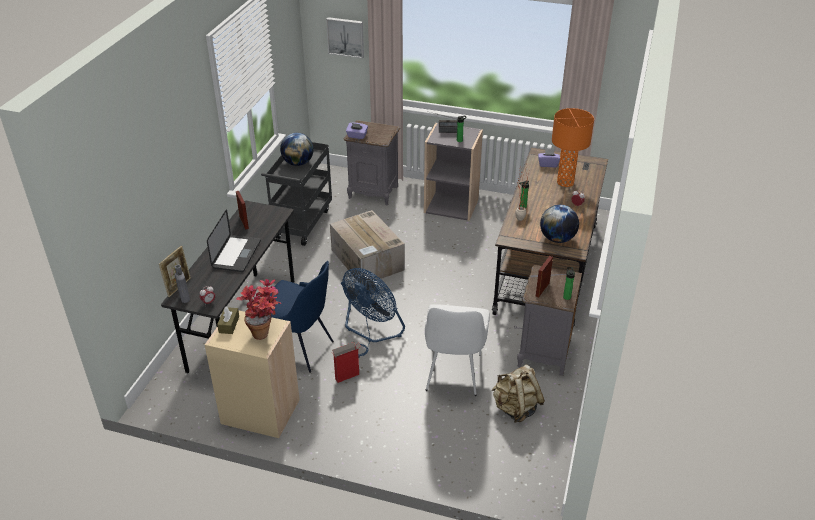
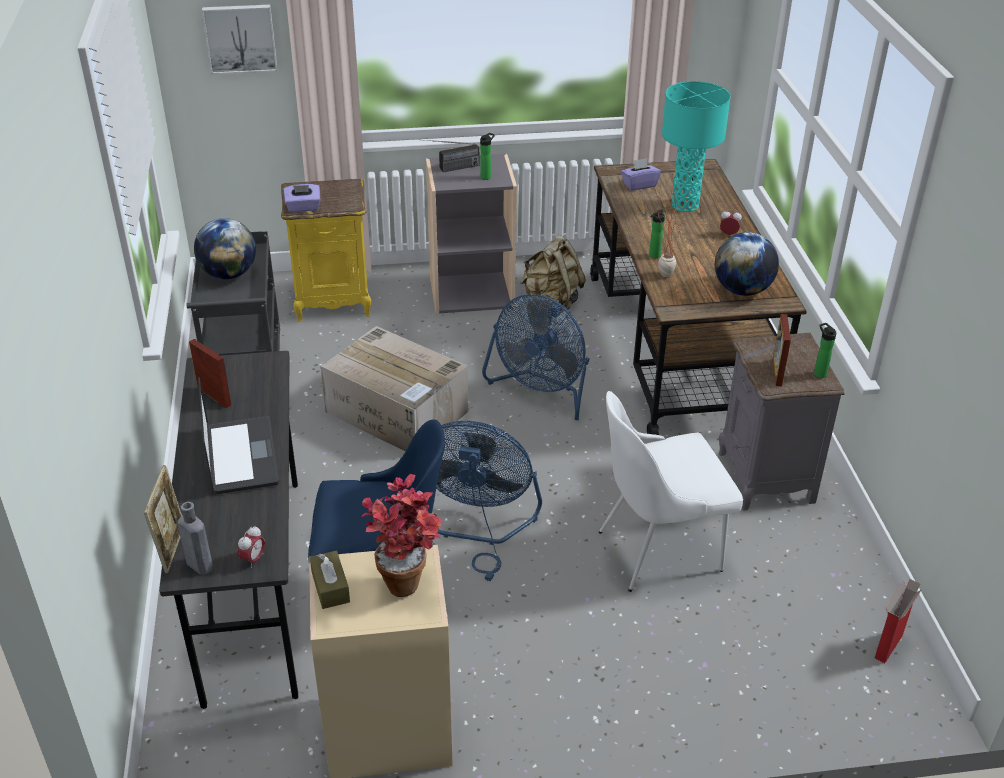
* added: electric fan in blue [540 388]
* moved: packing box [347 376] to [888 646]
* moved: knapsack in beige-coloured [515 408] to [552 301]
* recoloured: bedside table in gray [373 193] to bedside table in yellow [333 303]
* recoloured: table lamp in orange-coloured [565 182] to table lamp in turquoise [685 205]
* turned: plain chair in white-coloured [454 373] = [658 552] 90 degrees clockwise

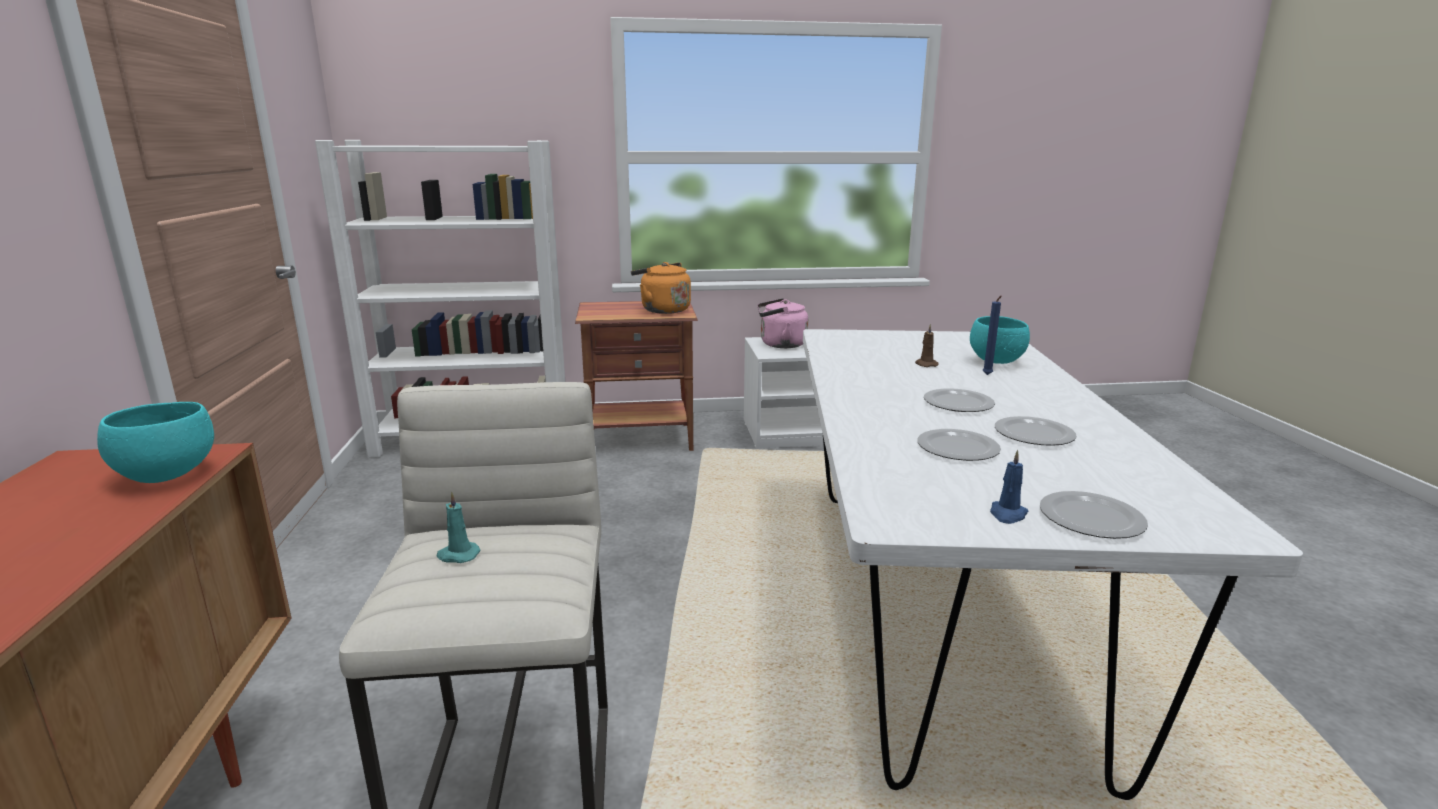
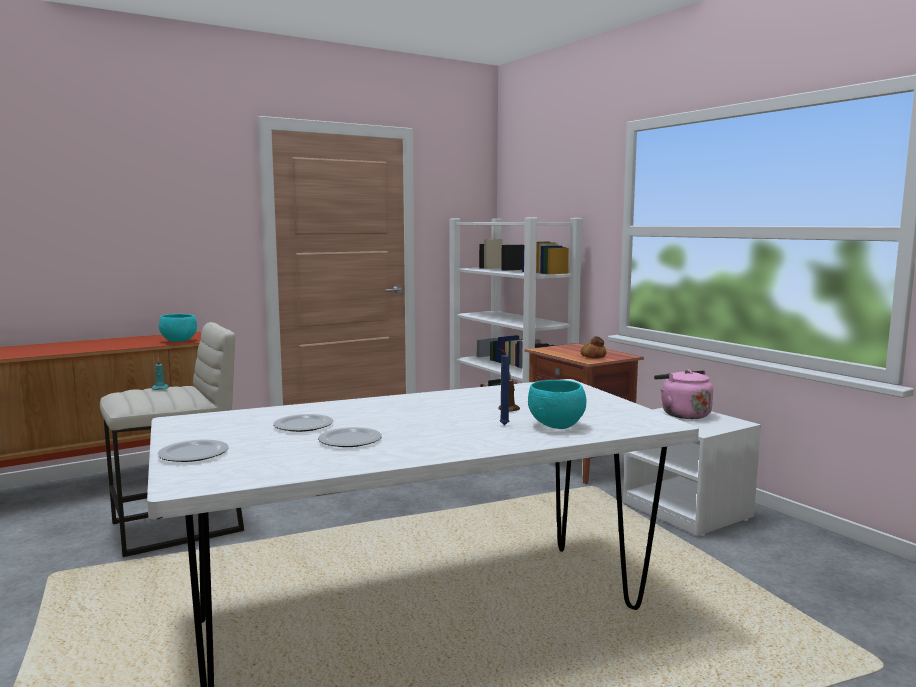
* removed: flat dish [957 403]
* removed: candle in blue [1007 514]
* replaced: water kettle in orange-coloured [662 310] to bread [593 356]

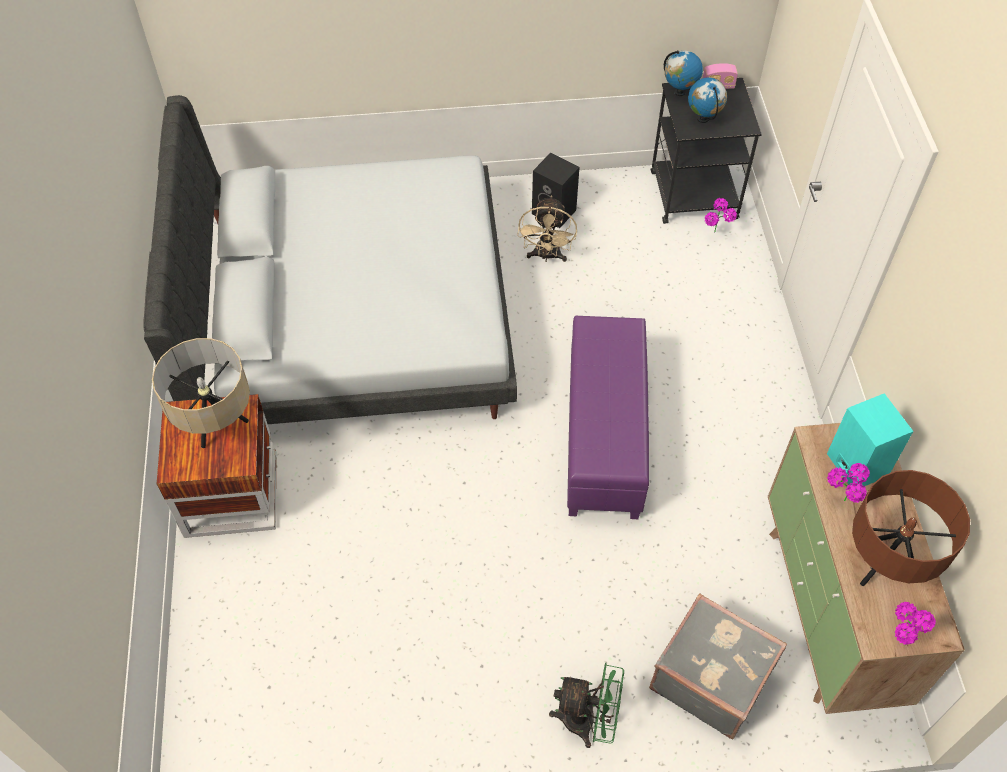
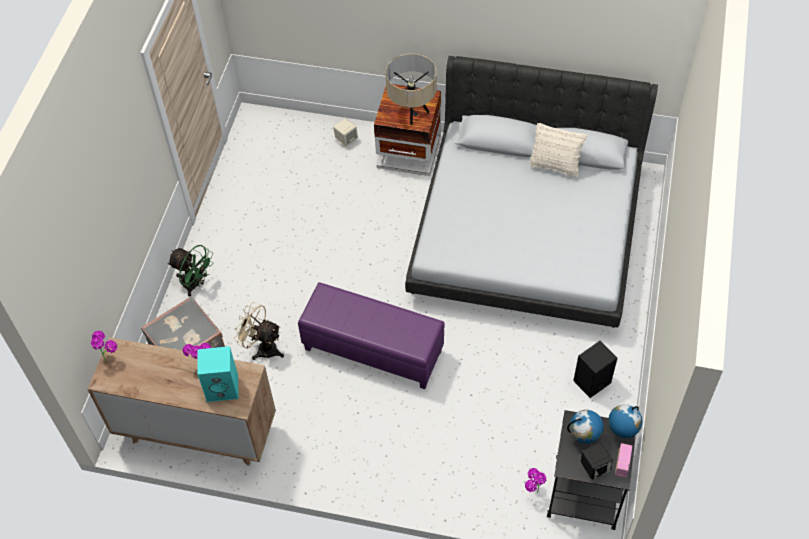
* removed: table lamp in brown-coloured [884 567]
* added: speaker in beige-coloured [346 140]
* added: pillow in beige-coloured [555 166]
* added: speaker in black [594 467]
* moved: electric fan in beige-coloured [546 256] to [262 348]
* turned: electric fan in greenish [588 721] = [195 284] 90 degrees counterclockwise

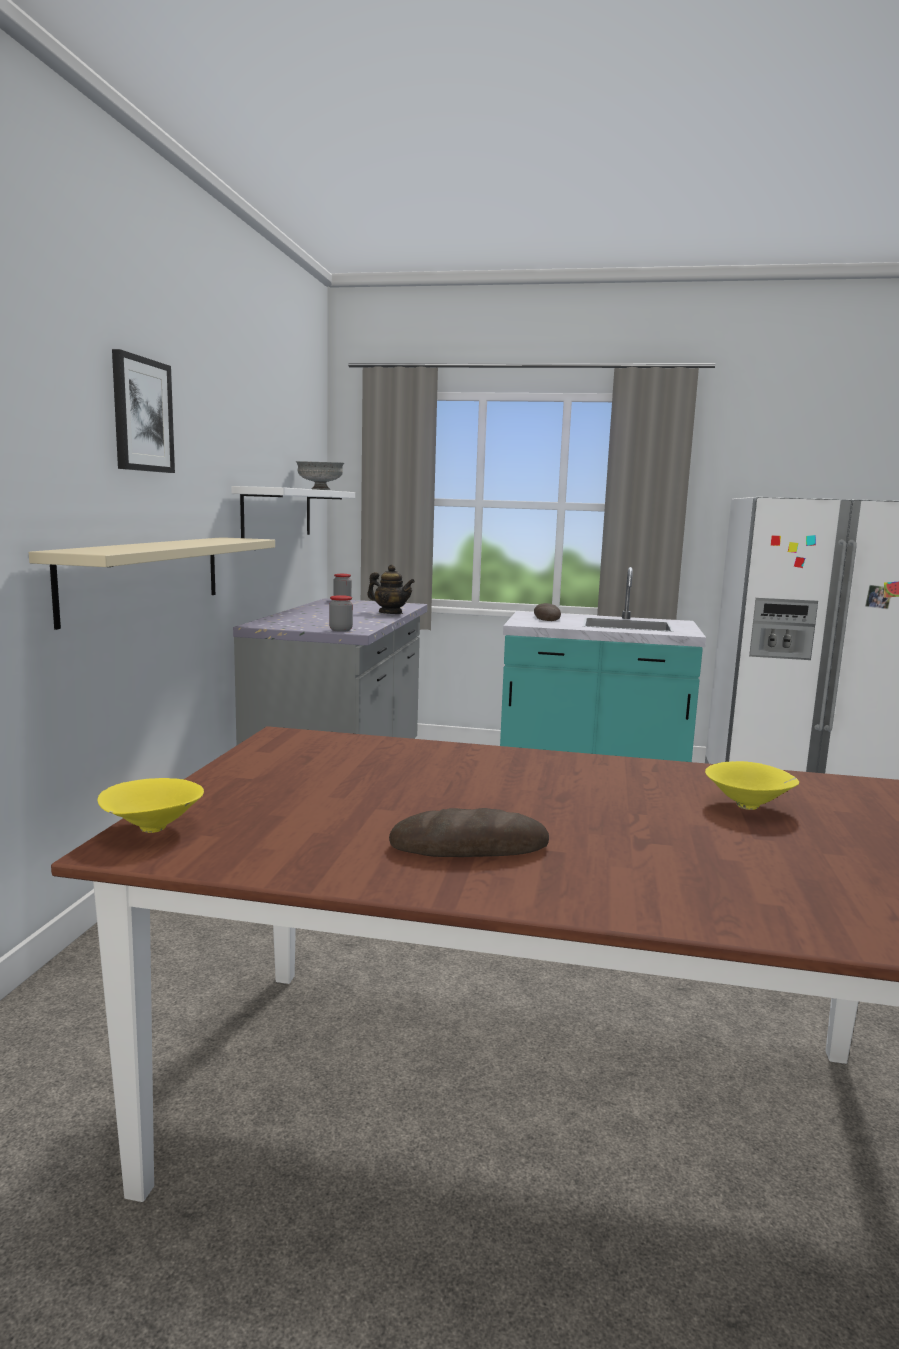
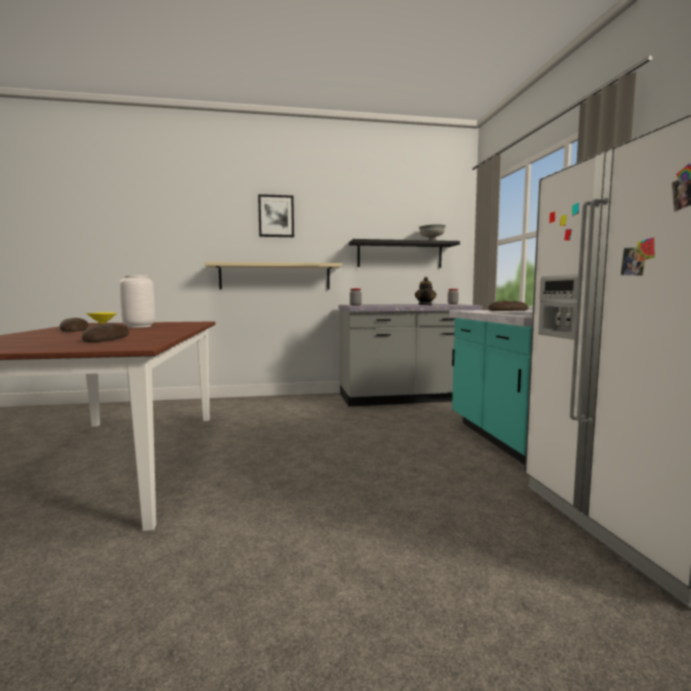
* added: decorative vase in white-coloured [138 326]
* replaced: bowl in yellow [749 806] to bread [107 339]
* recoloured: bracket shelf in white-coloured [277 513] to bracket shelf in black [400 255]

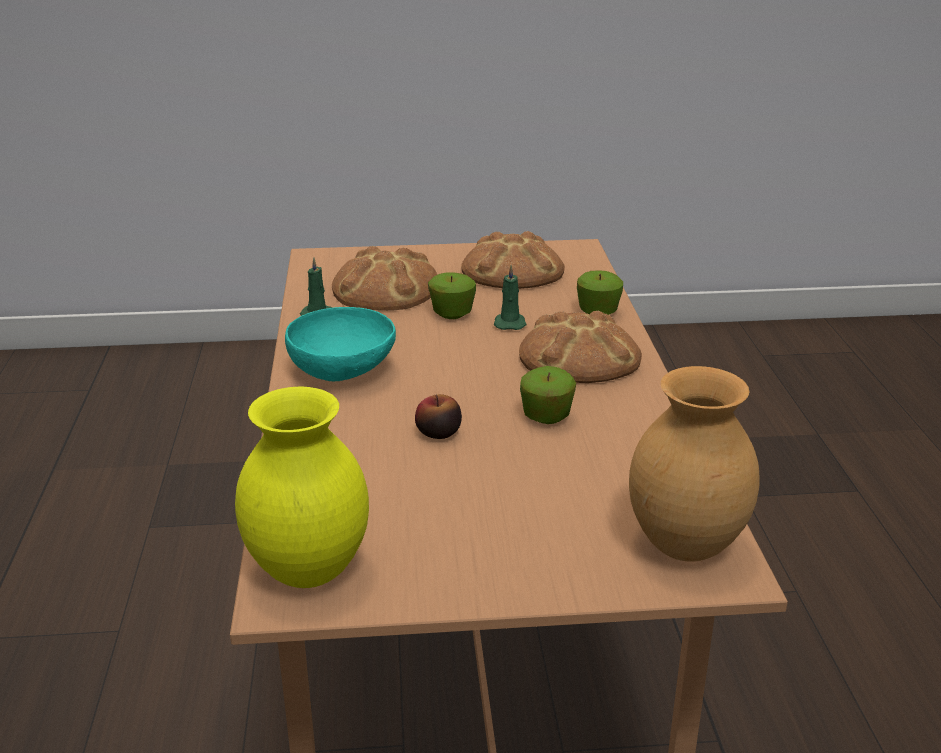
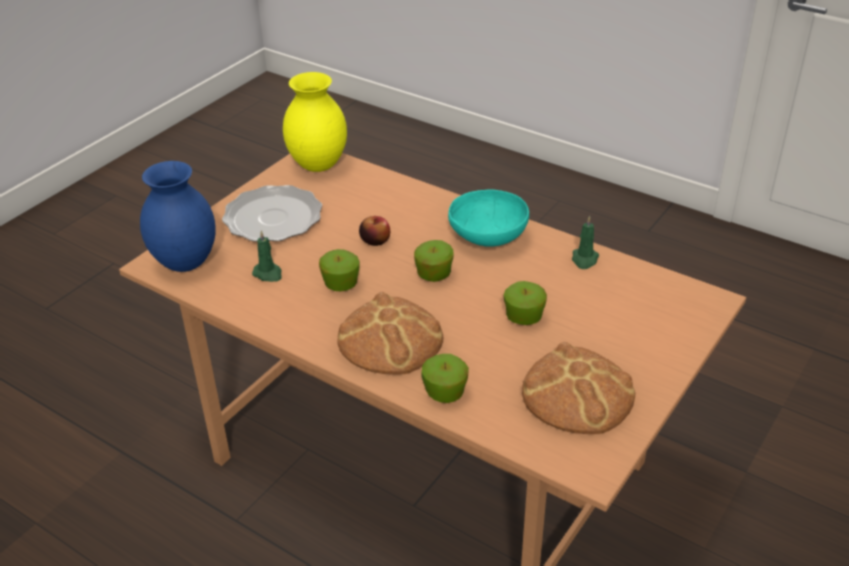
* removed: bread [385 288]
* added: flat dish [272 218]
* added: apple fruit [434 275]
* moved: candle in greenish [509 323] to [268 274]
* recoloured: decorative vase in brown-coloured [687 547] to decorative vase in blue [184 263]

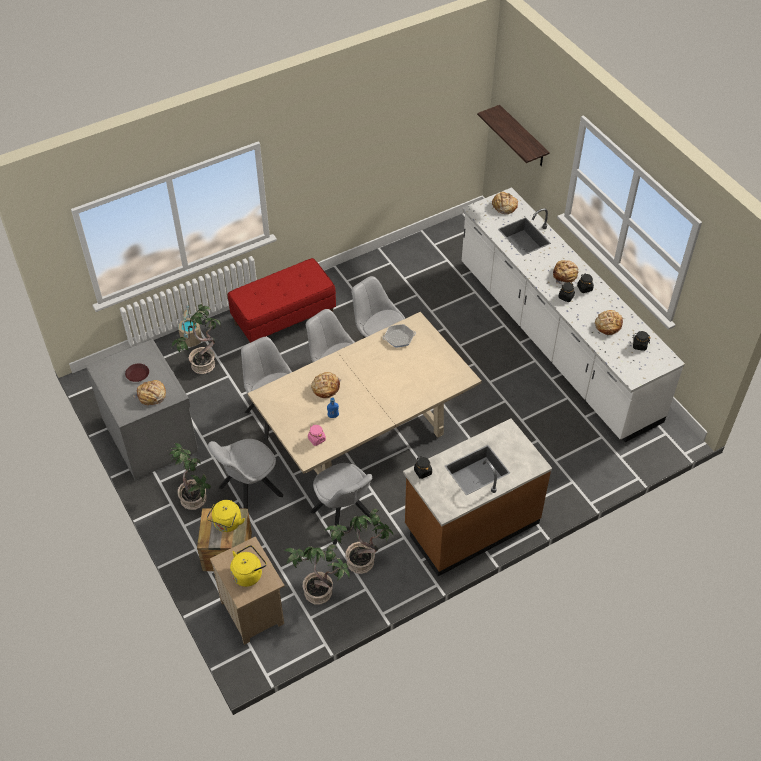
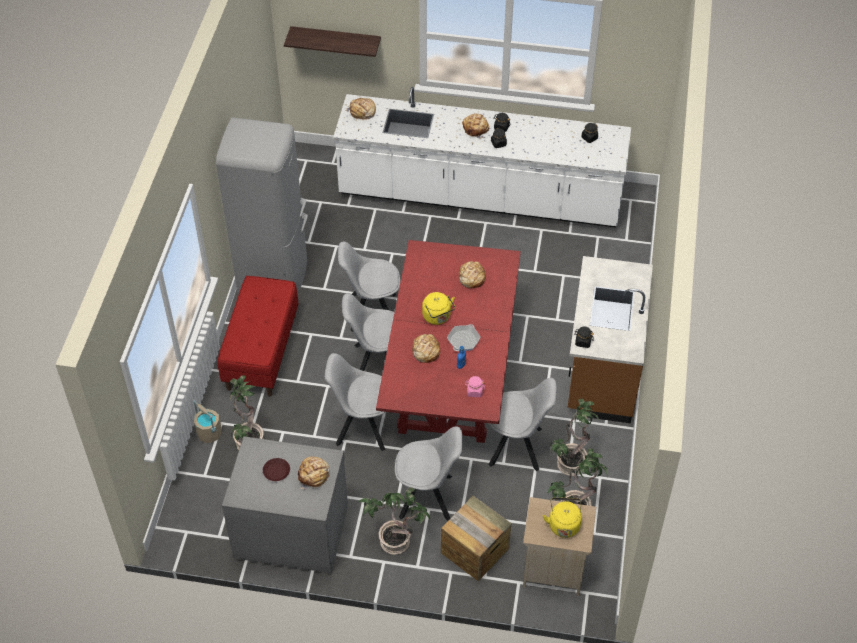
* added: fridge in gray [275 275]
* moved: water kettle in yellow [227 524] to [437 317]
* moved: frying pan [399 338] to [463 340]
* moved: bread [608 325] to [471 278]
* recoloured: dining table in beige-coloured [365 437] to dining table in reddish [450 380]
* turned: plain chair in gray [249 492] = [428 496] 90 degrees counterclockwise

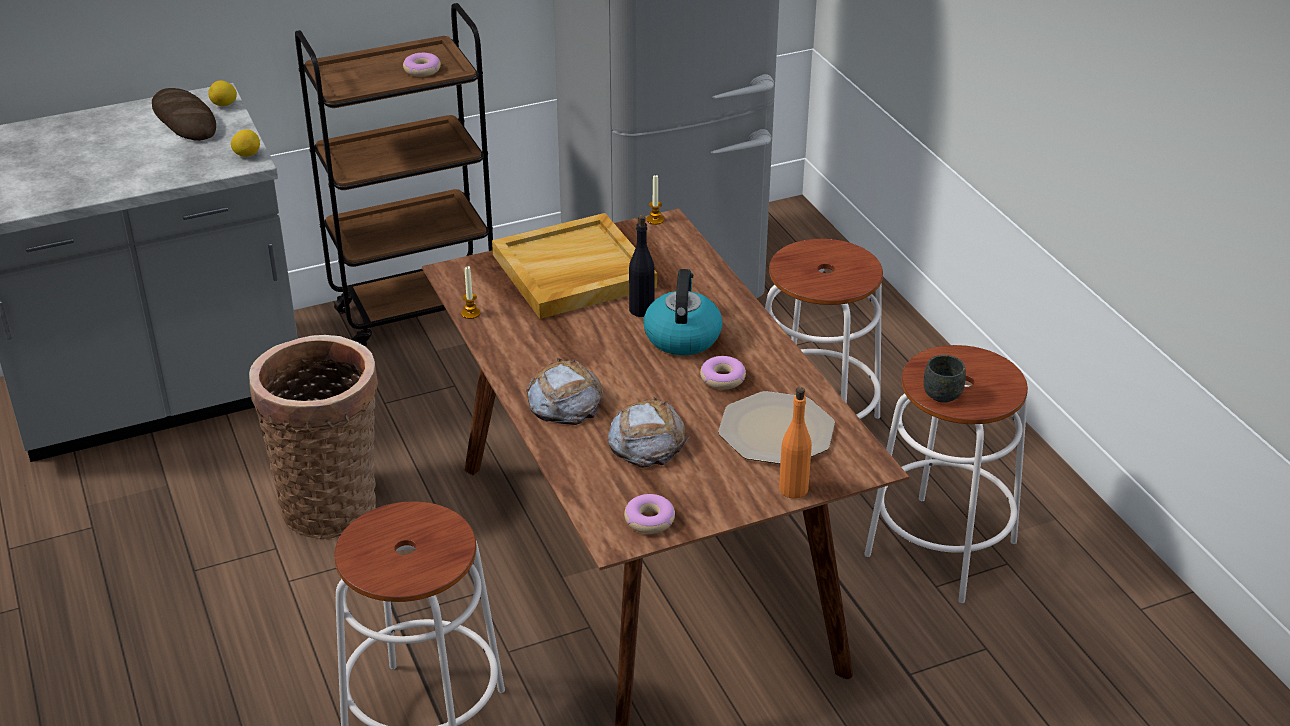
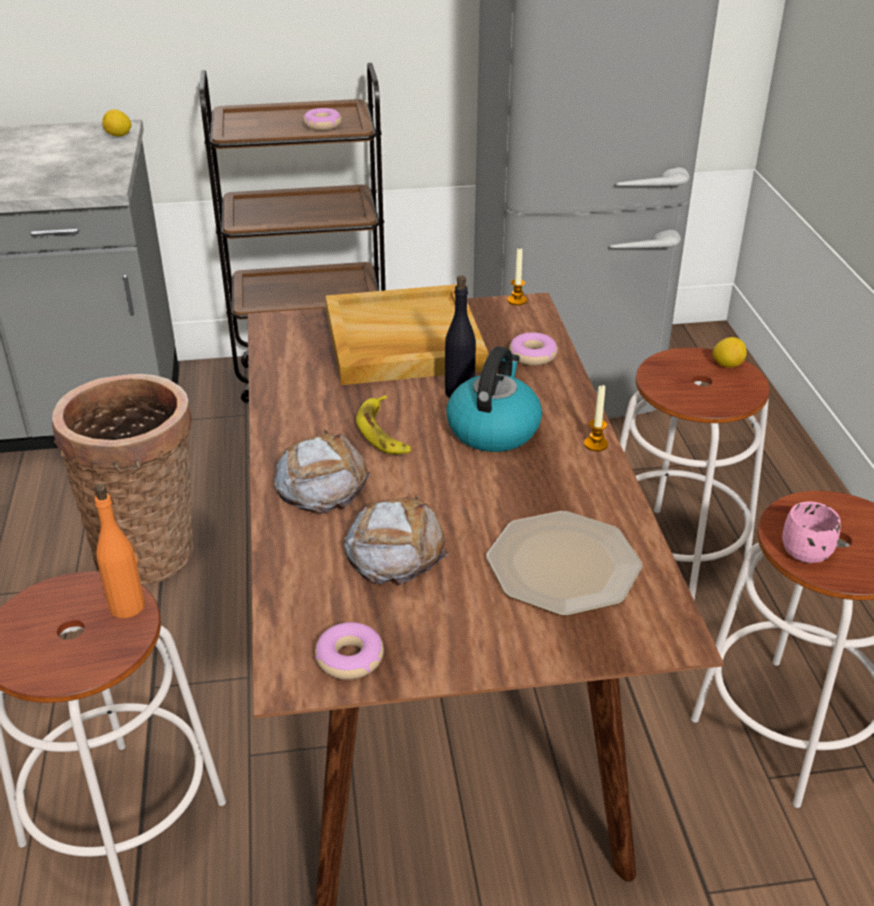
* removed: bread [184 121]
* added: banana [384 432]
* moved: whole lemon [247 155] to [727 365]
* moved: candle [470 313] to [595 444]
* moved: doughnut [723 378] to [533 355]
* moved: bottle in orange-coloured [793 489] to [127 606]
* recoloured: tea mug in gray [941 391] to tea mug in pinkish [806 548]

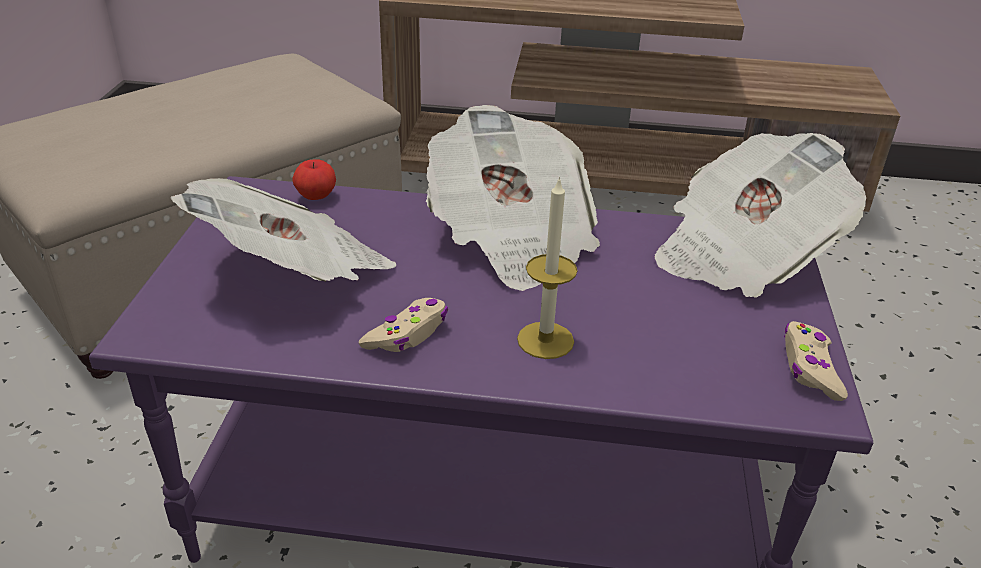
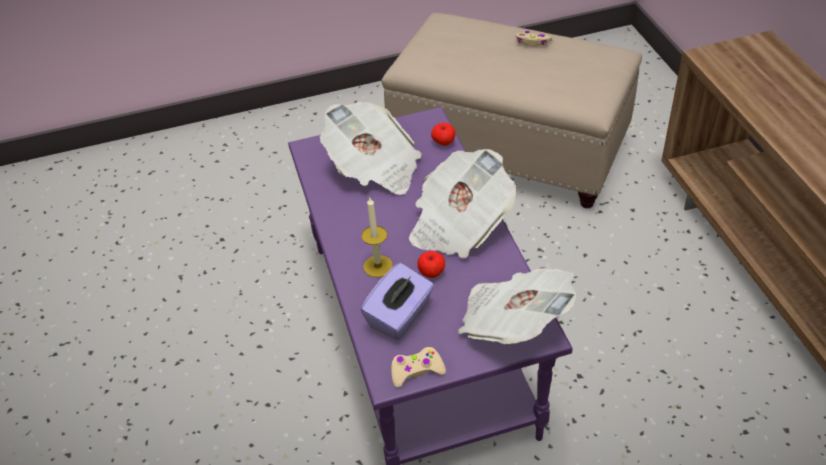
* added: tissue holder in purple [400 316]
* added: apple fruit [431 273]
* moved: gamepad in beige-coloured [407 334] to [532 42]

